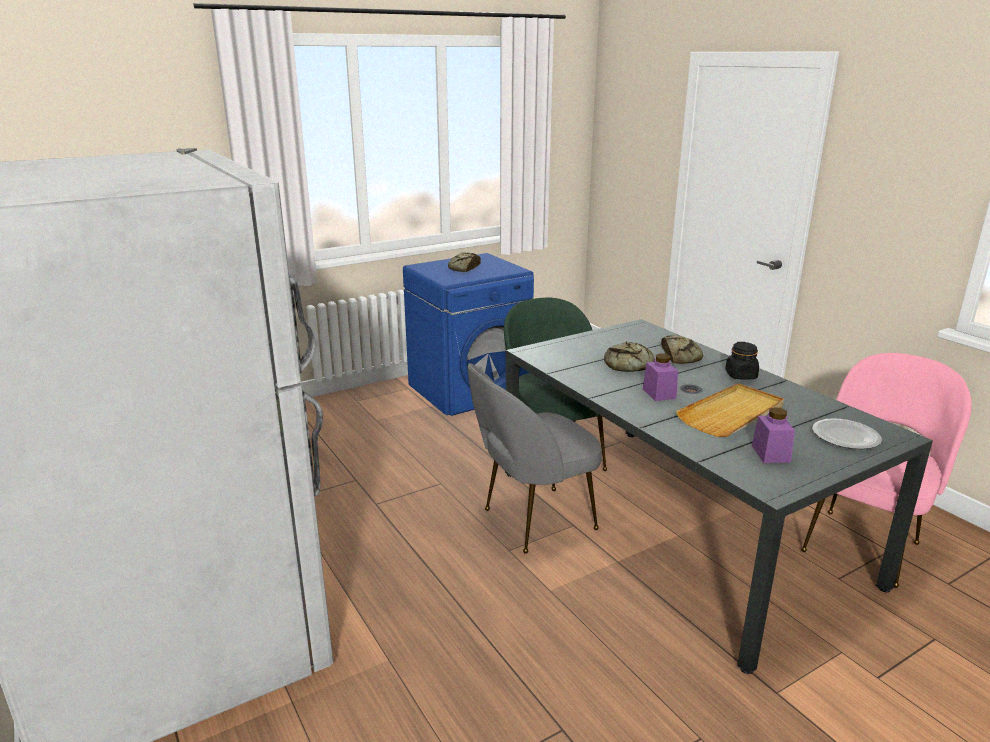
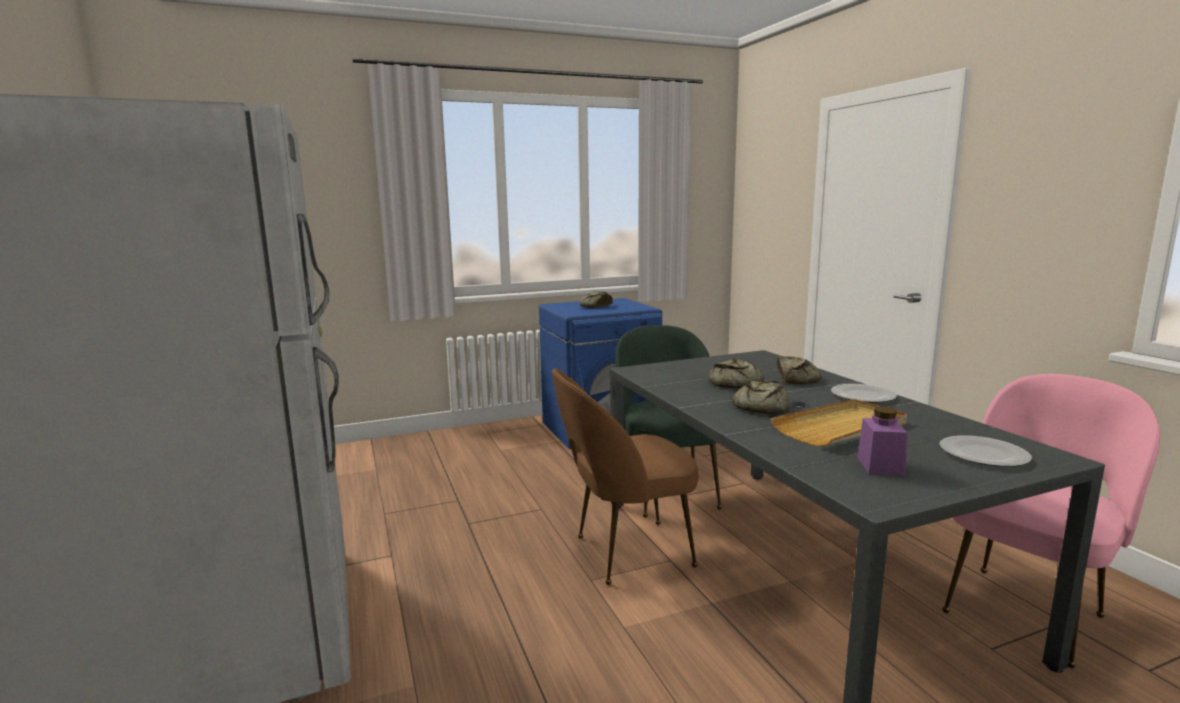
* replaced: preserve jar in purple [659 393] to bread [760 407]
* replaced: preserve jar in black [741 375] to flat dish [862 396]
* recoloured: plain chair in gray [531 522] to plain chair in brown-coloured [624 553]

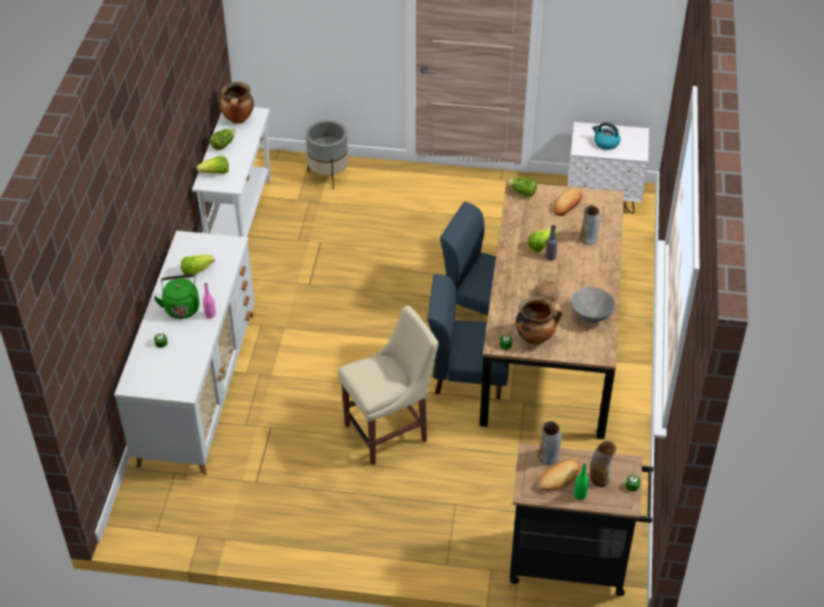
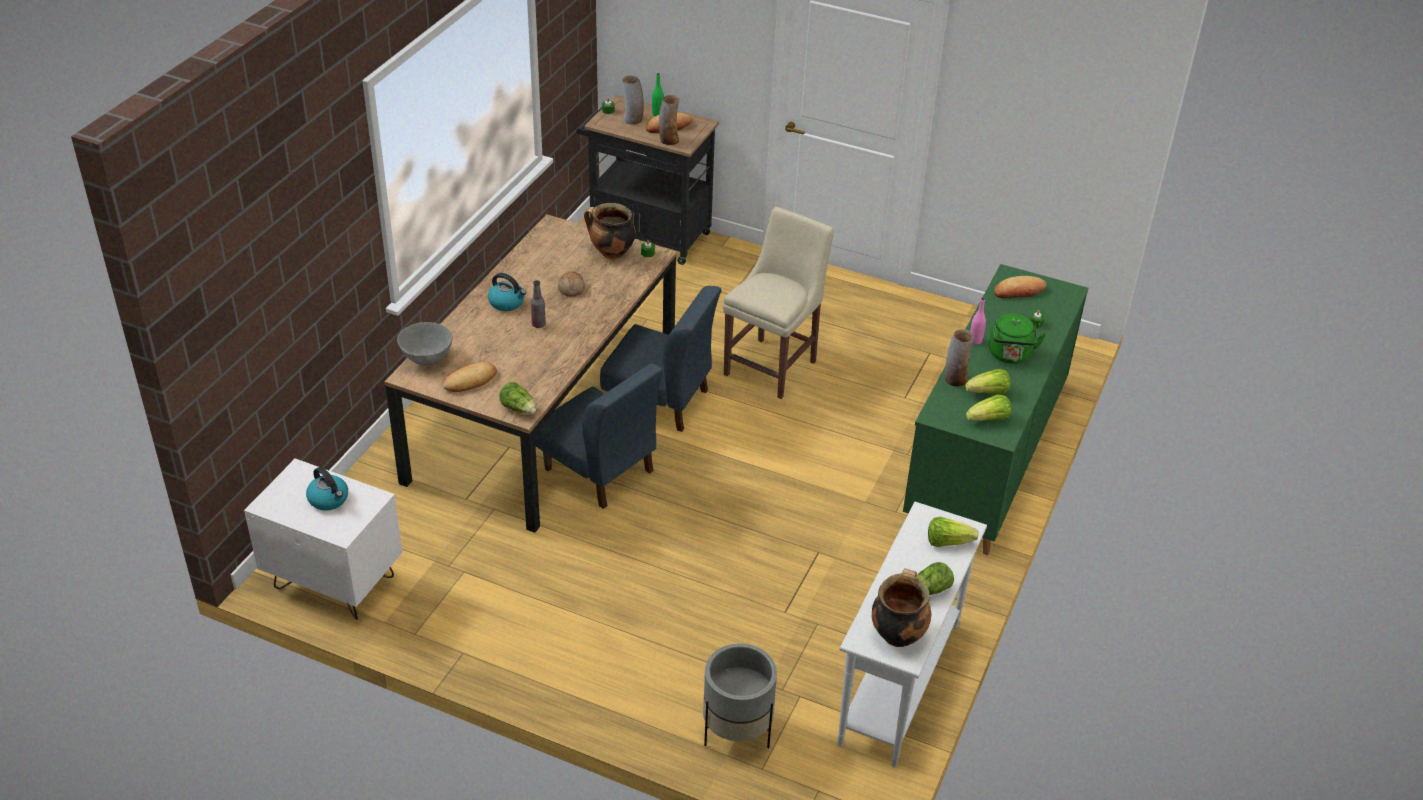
* added: water kettle [507 302]
* added: bread [1019 291]
* moved: lettuce [541 245] to [989 419]
* moved: bowl in gray [591 317] to [427 359]
* moved: decorative vase [588 239] to [955 379]
* recoloured: drawer chest in white-coloured [197 387] to drawer chest in greenish [985 456]
* turned: plain chair in beige-coloured [389 431] = [773 366] 135 degrees clockwise

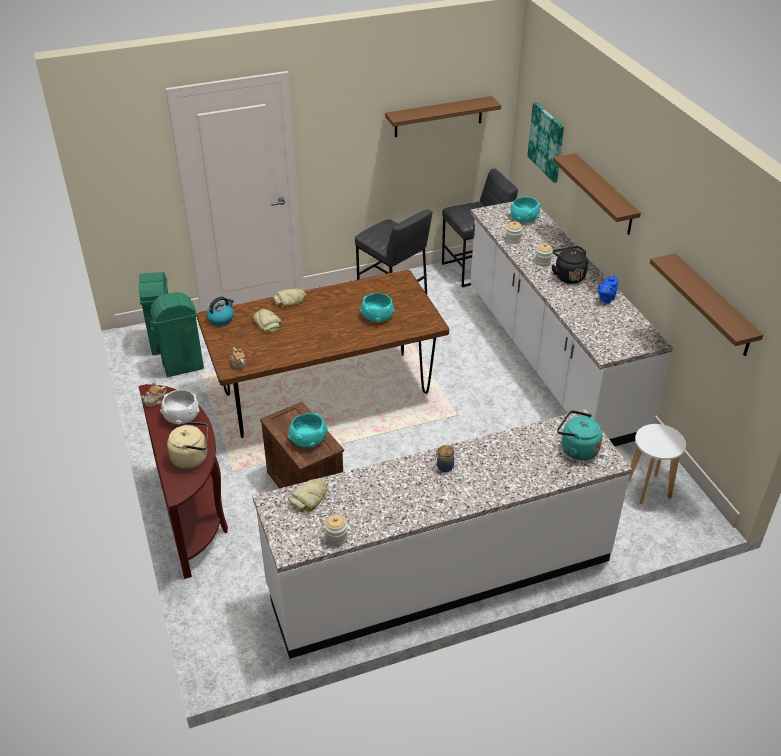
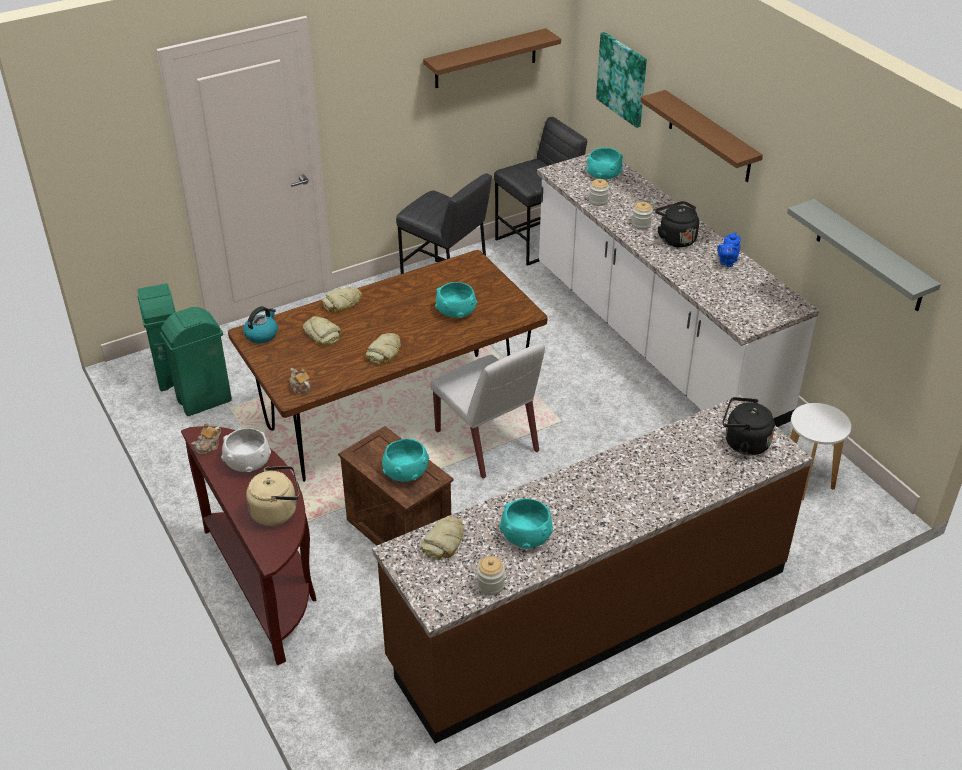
* removed: preserve jar [444 466]
* added: bread [384 352]
* added: plain chair in white-coloured [487 442]
* added: bowl in turquoise [525 534]
* recoloured: counter in white-coloured [440 574] to counter in brown-coloured [590 615]
* recoloured: water kettle in turquoise [576 449] to water kettle in black [743 443]
* recoloured: bracket shelf in brown-coloured [713 306] to bracket shelf in gray [870 256]

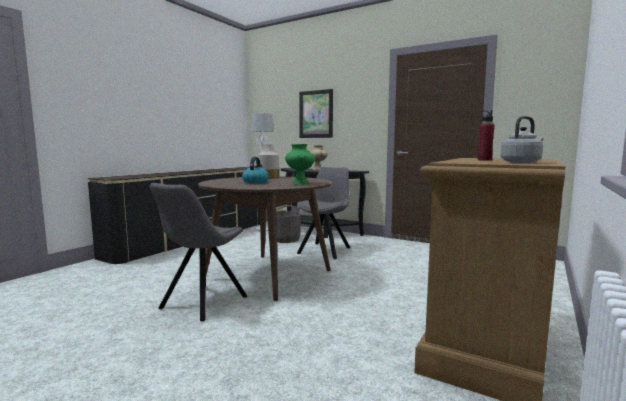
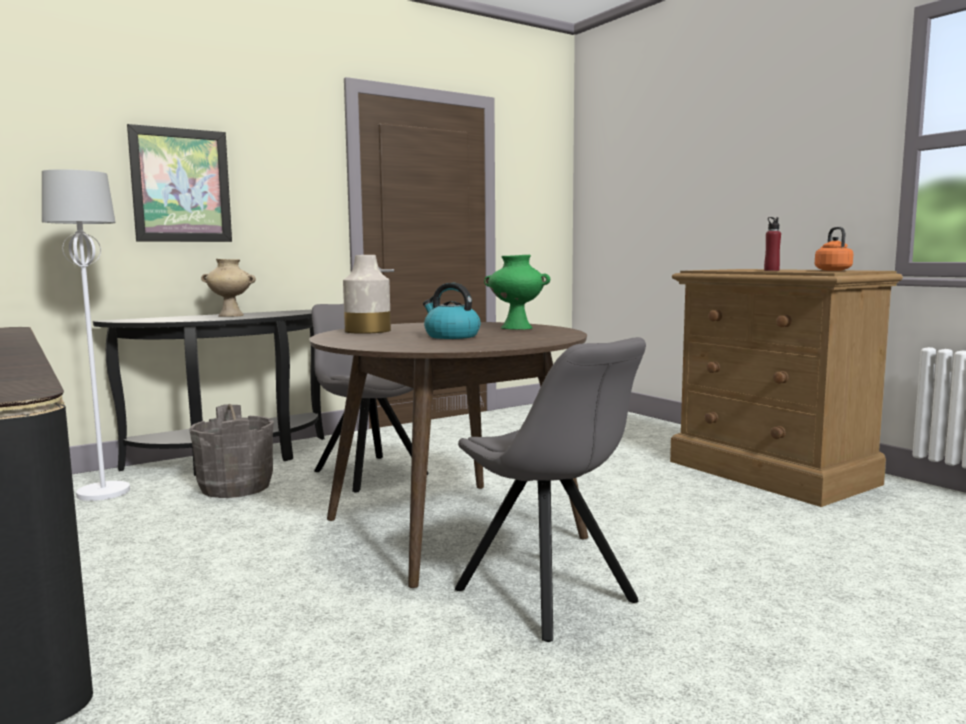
* recoloured: water kettle in gray [521 162] to water kettle in orange-coloured [831 270]

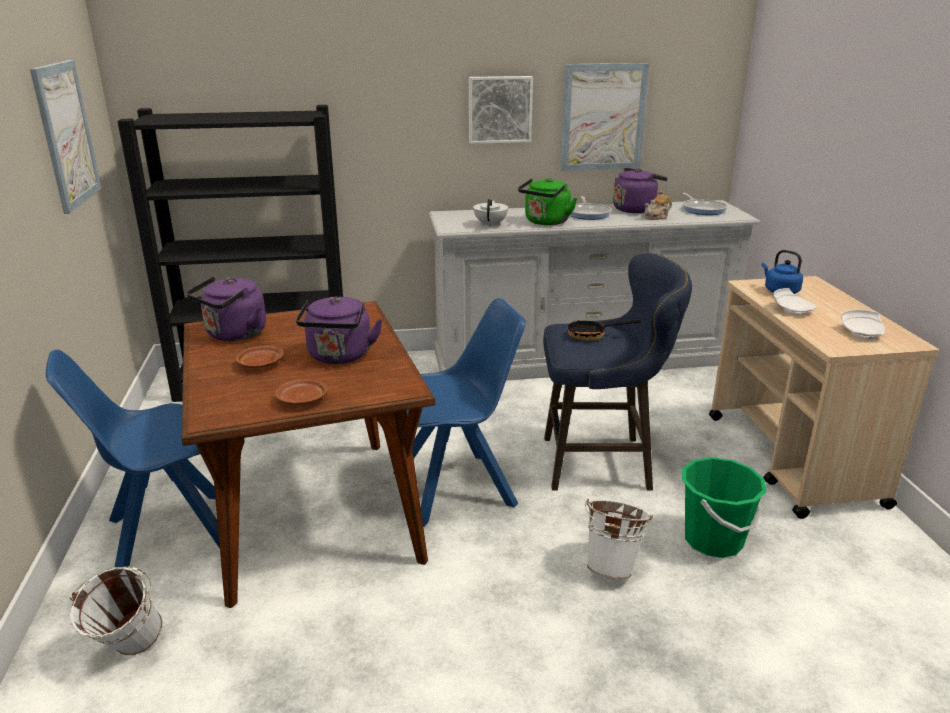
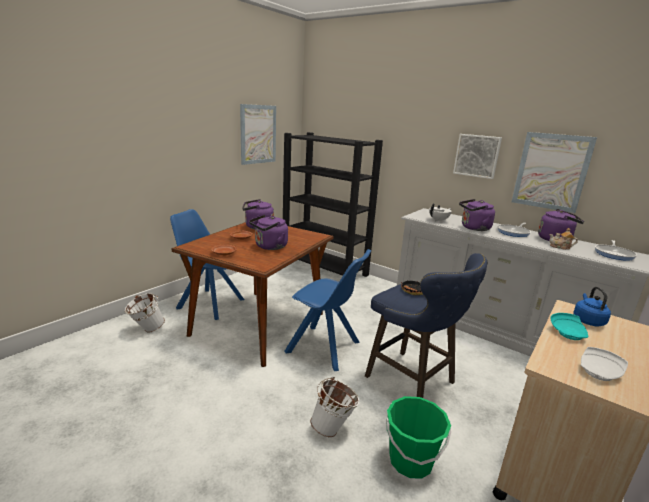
* recoloured: water kettle in greenish [545 222] to water kettle in purple [473 228]
* recoloured: flat dish in white-coloured [792 310] to flat dish in turquoise [568 333]

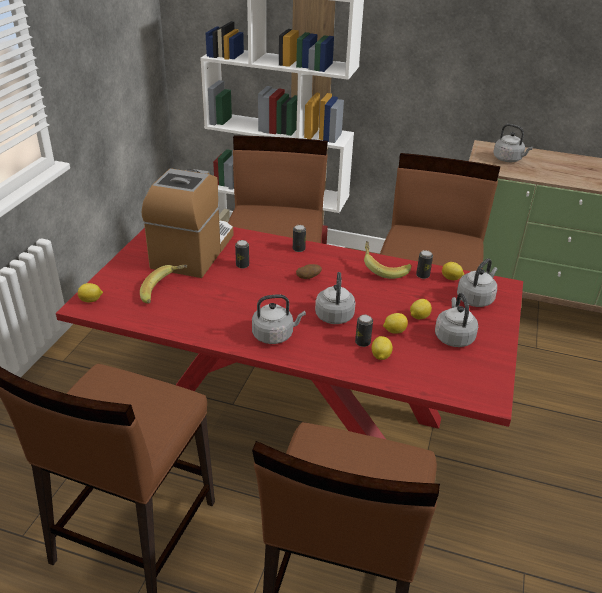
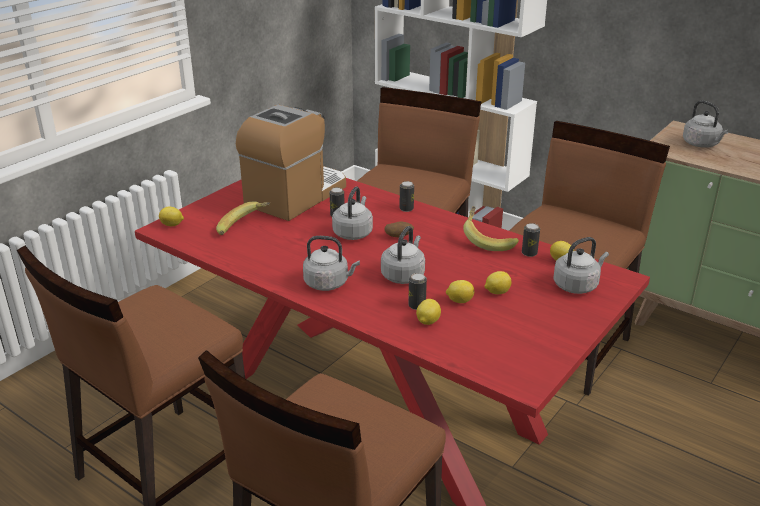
* moved: water kettle in gray [453 337] to [353 233]

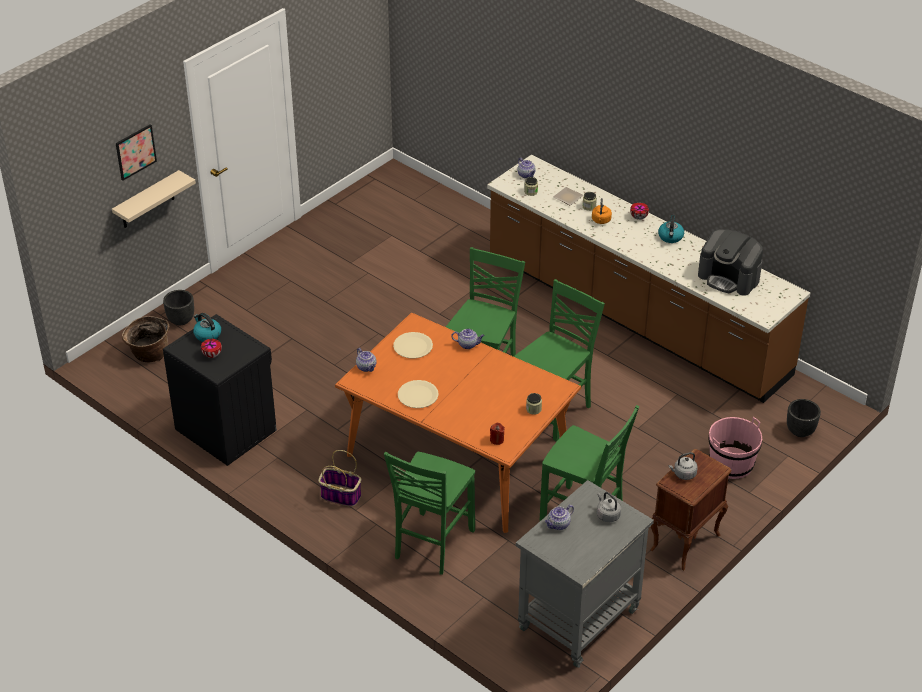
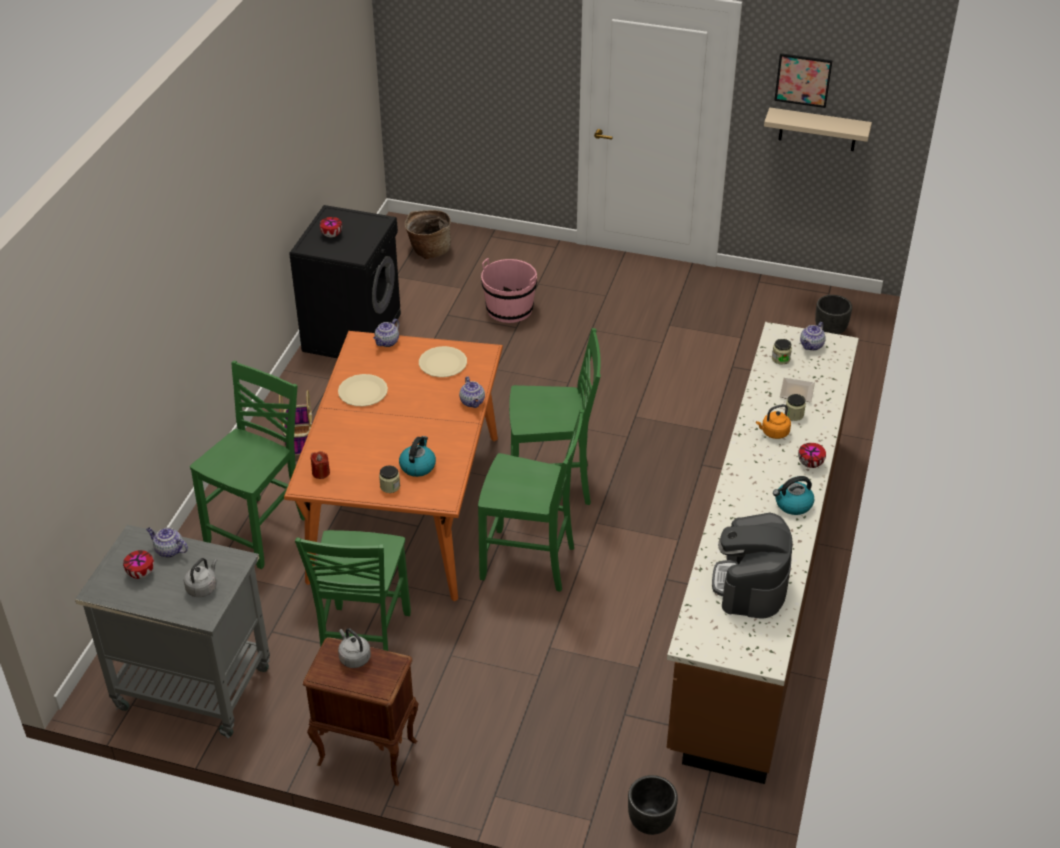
* added: bowl [141 574]
* moved: bracket shelf in beige-coloured [147 201] to [818 129]
* moved: picture [135 152] to [803 80]
* moved: flower pot in black [181 320] to [830 331]
* moved: water kettle [207 335] to [418 466]
* moved: pail in pinkish [731 463] to [509 309]
* turned: plain chair in greenish [432 544] = [259 531] 120 degrees clockwise

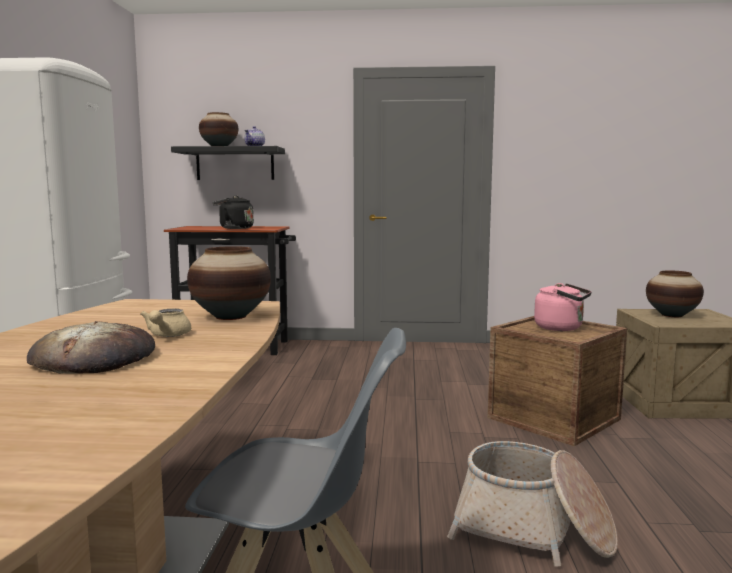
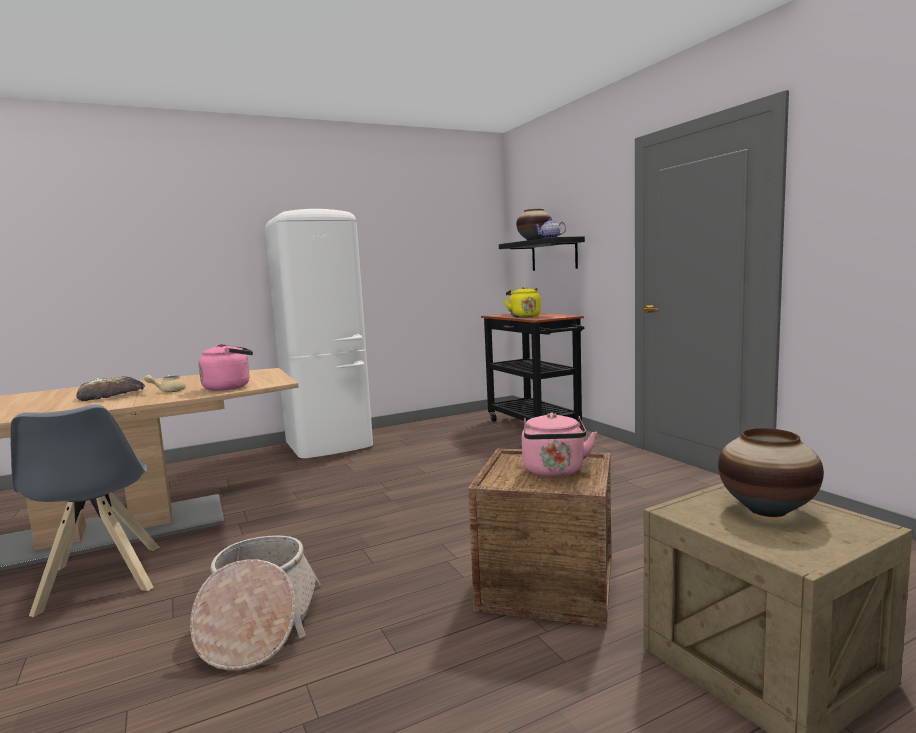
* replaced: decorative vase [231 317] to water kettle in pinkish [230 387]
* recoloured: water kettle in black [234 228] to water kettle in yellow [524 316]

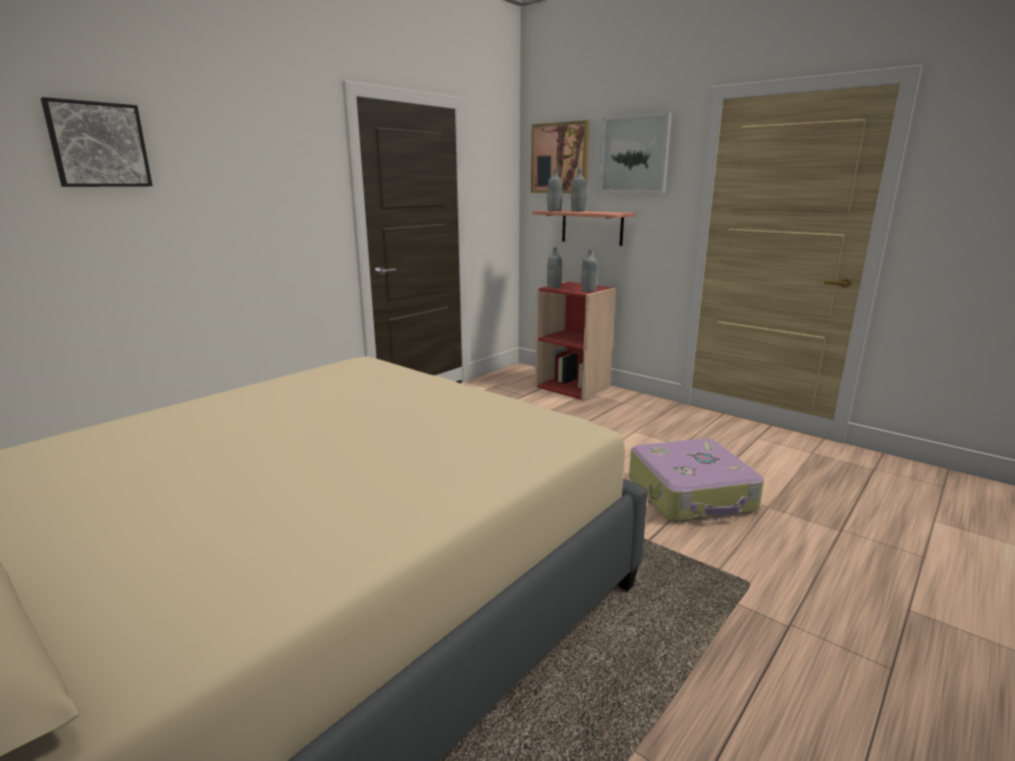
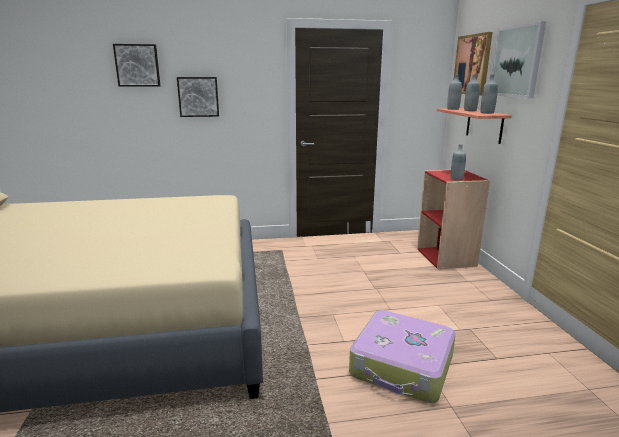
* added: picture [198 96]
* moved: bottle in gray [554 287] to [487 113]

